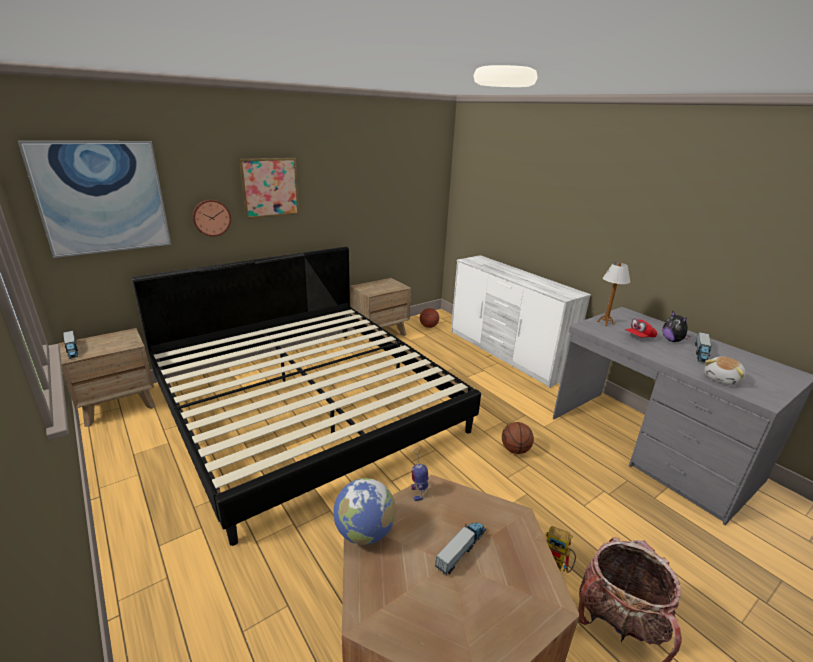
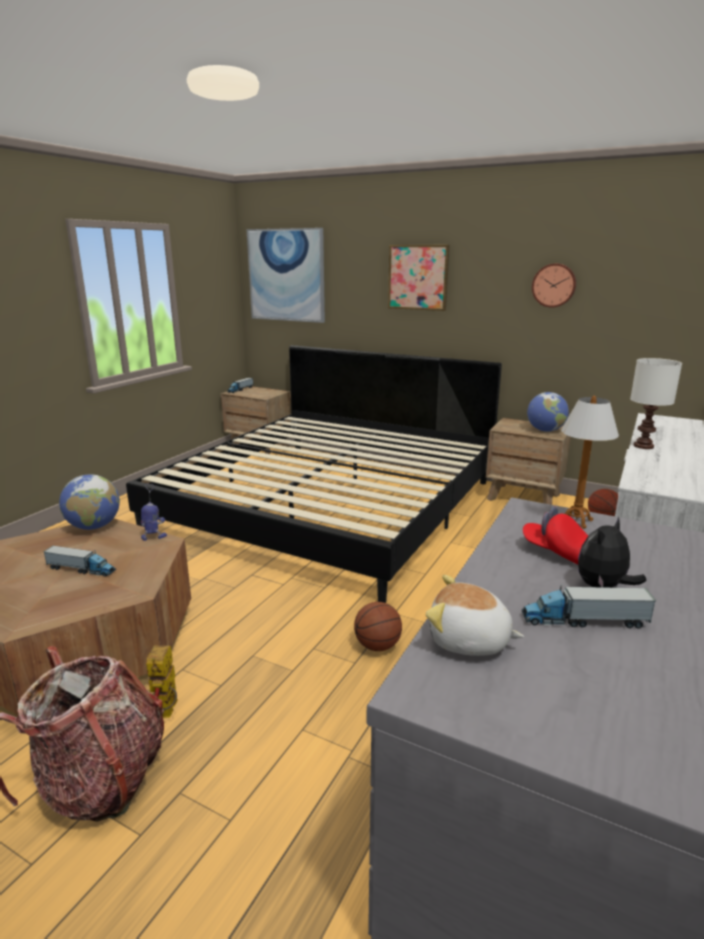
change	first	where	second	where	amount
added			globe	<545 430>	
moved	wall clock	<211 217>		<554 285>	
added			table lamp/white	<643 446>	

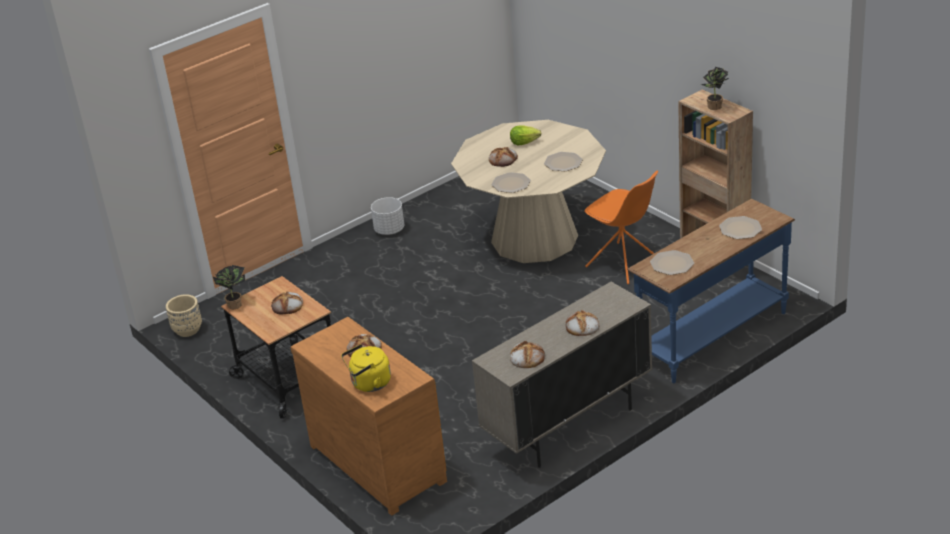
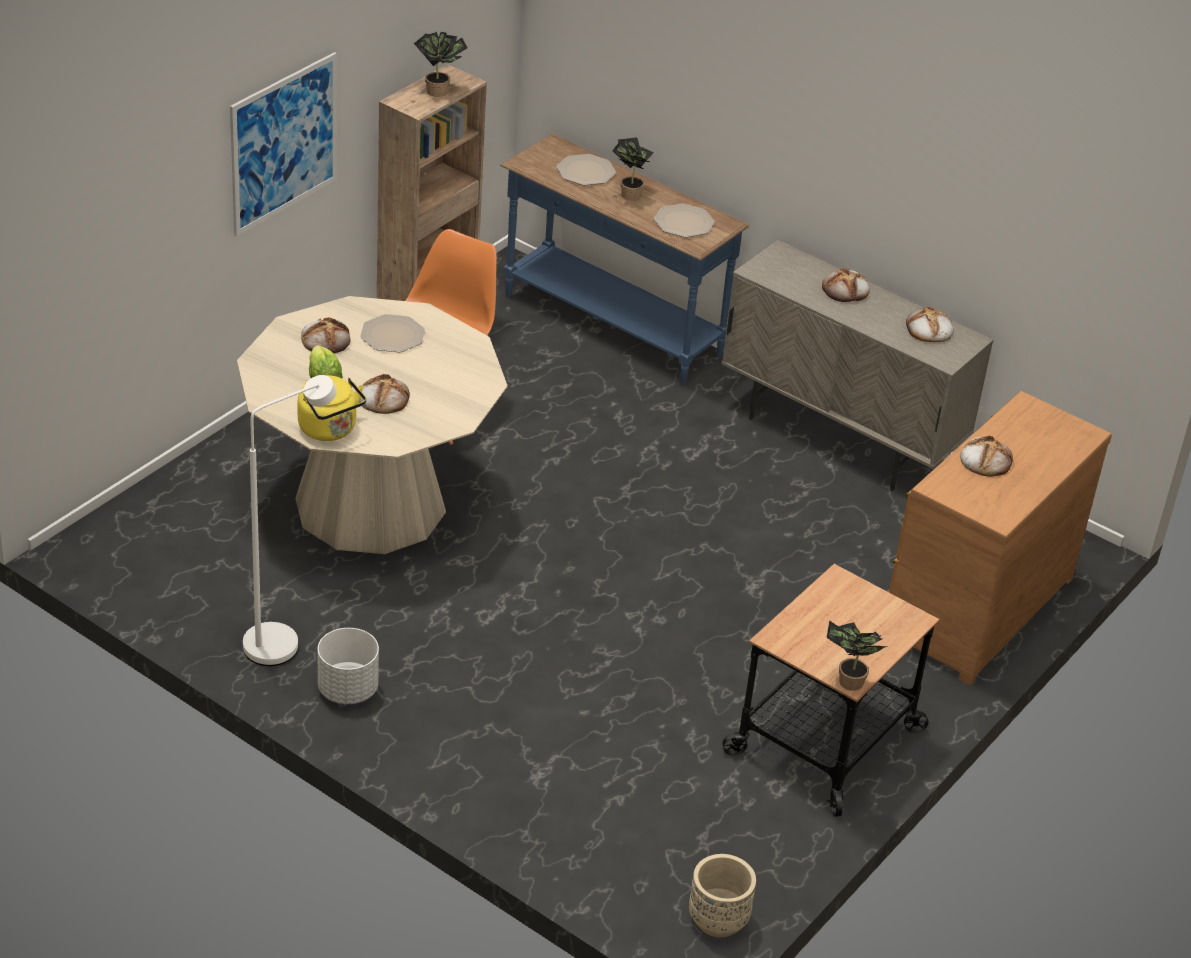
change	first	where	second	where	amount
added			picture	<284 143>	
added			floor lamp/white	<284 641>	
moved	kettle/yellow	<369 384>		<330 430>	
moved	bread	<288 306>		<326 340>	
added			potted plant	<629 194>	
removed	plate	<510 183>			

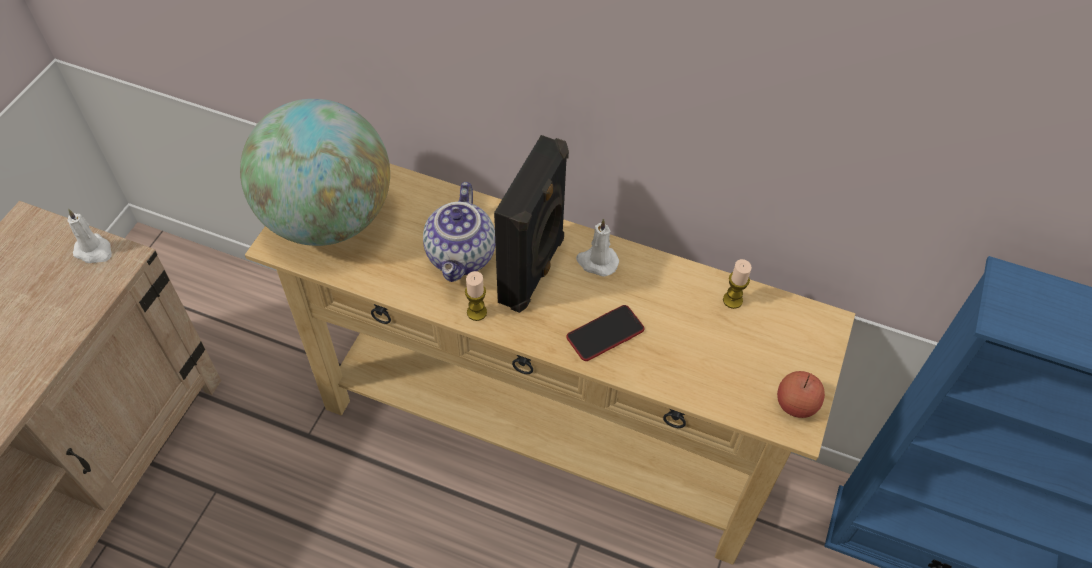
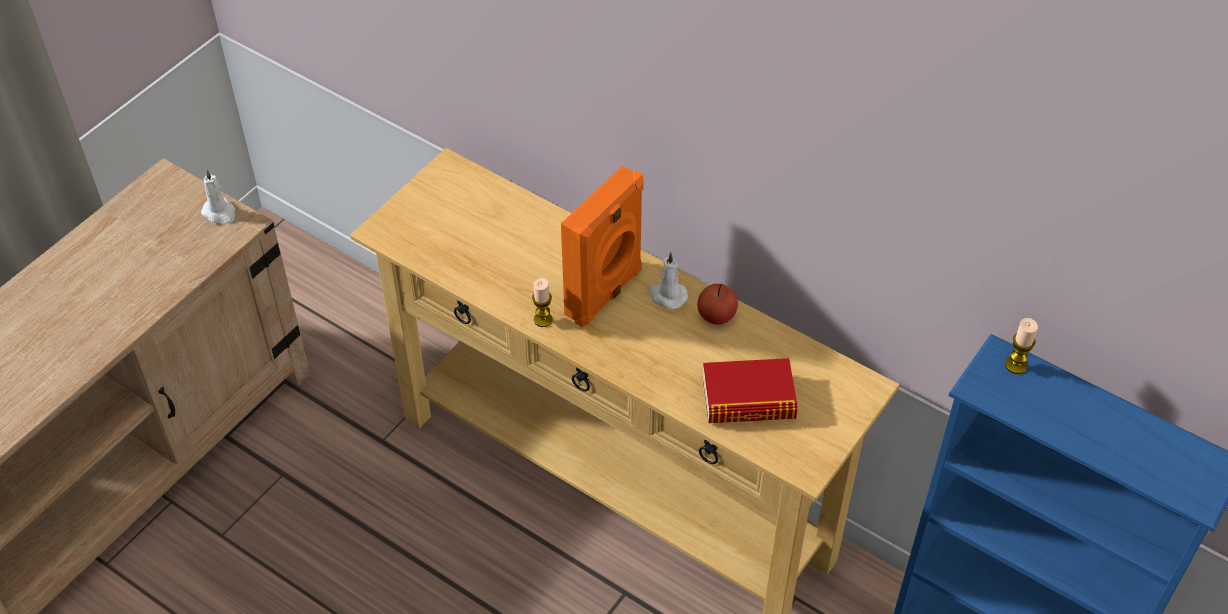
change	first	where	second	where	amount
recoloured	speaker/black	<533 271>	speaker/orange	<606 293>	
moved	apple	<796 404>		<716 315>	
added			book	<748 398>	
moved	candle	<732 300>		<1016 365>	
removed	globe	<328 218>			
removed	teapot	<462 256>			
removed	phone	<605 333>			

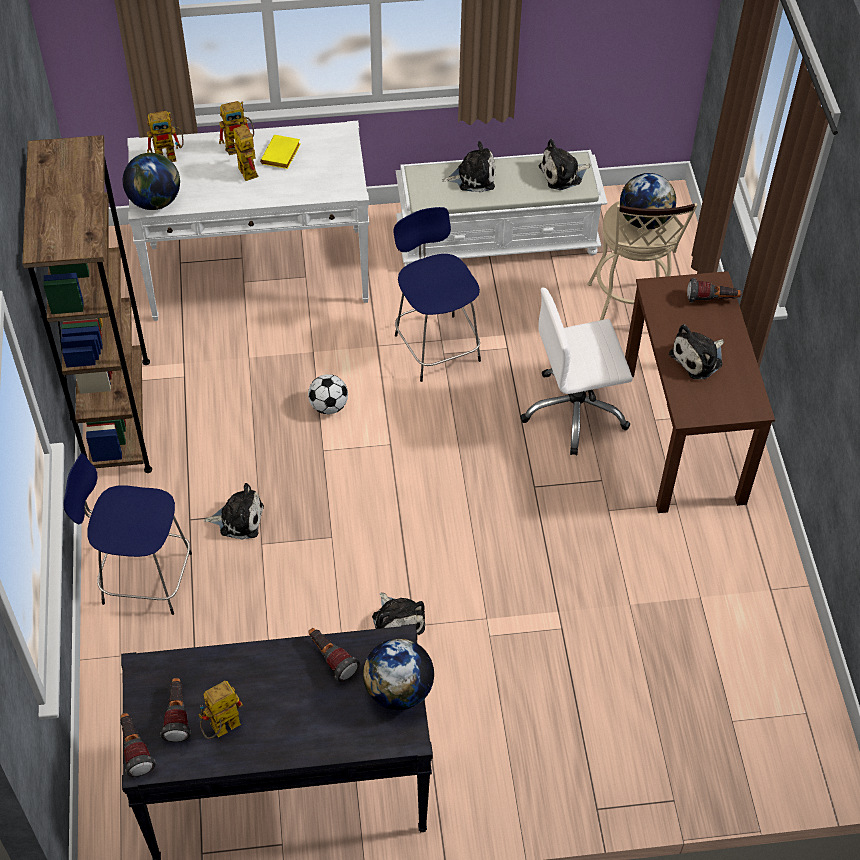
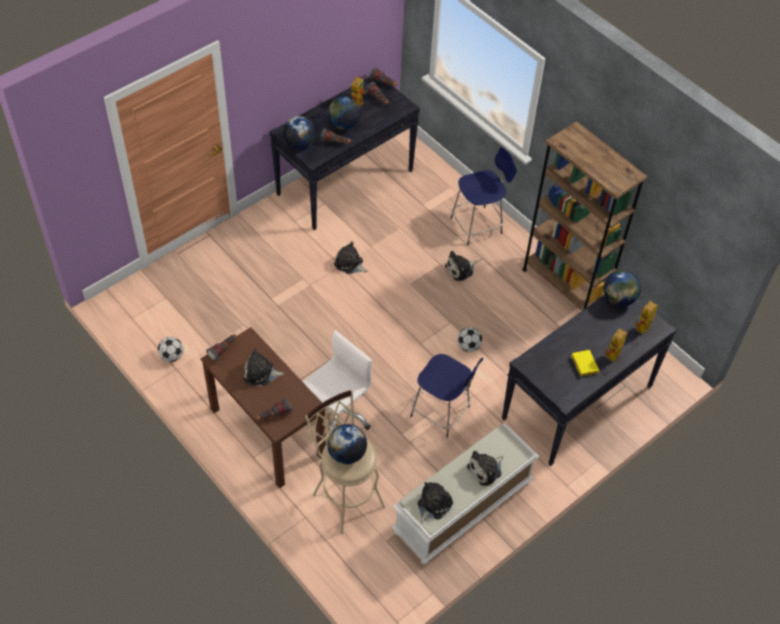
change	first	where	second	where	amount
added			football	<172 356>	
added			flashlight	<223 350>	
turned	plush toy	<698 358>		<261 373>	105 degrees counterclockwise
added			globe	<344 125>	
recoloured	console table/white	<259 273>	console table/black	<577 403>	
removed	toy robot	<244 170>			

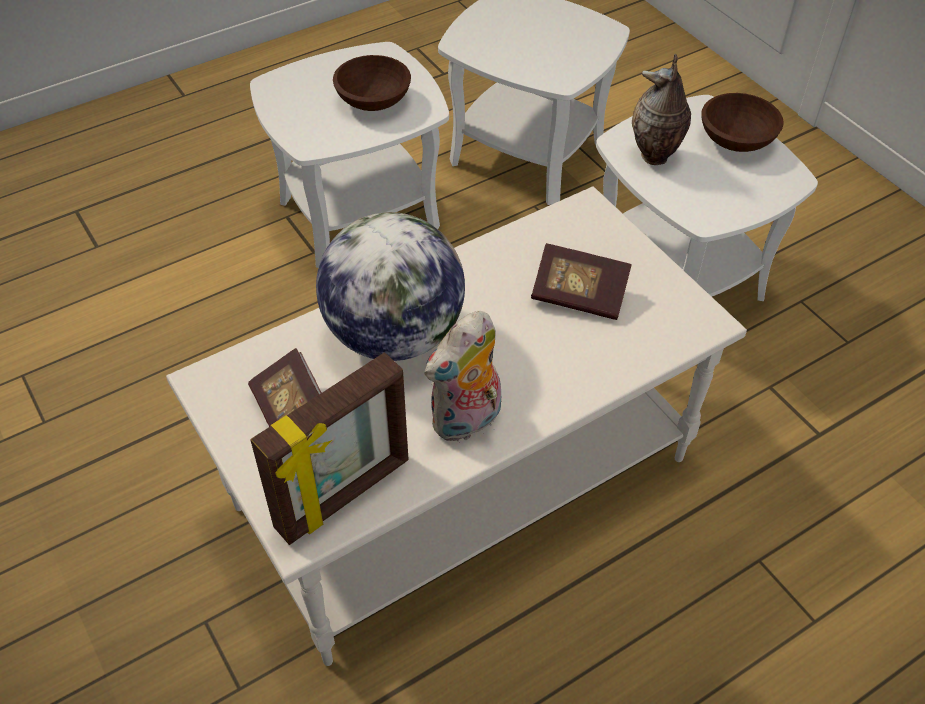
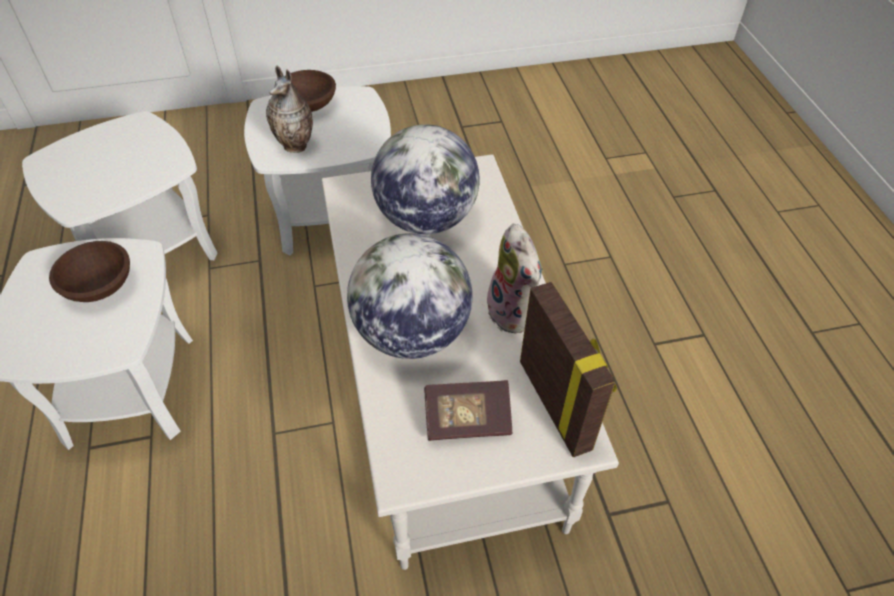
change	first	where	second	where	amount
replaced	book	<578 295>	globe	<425 219>	

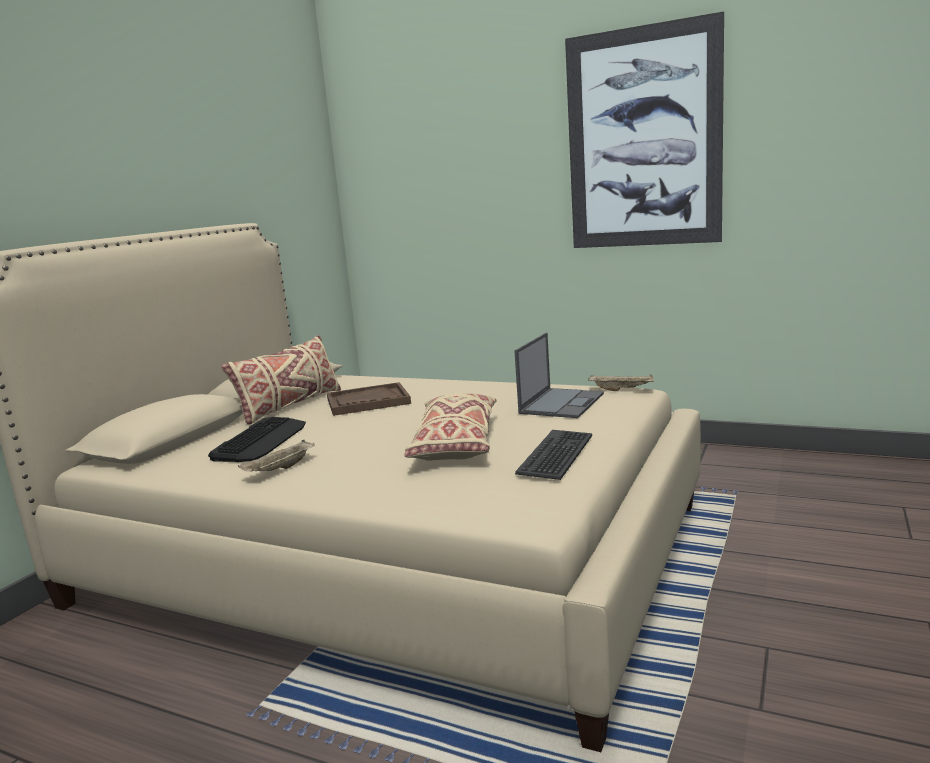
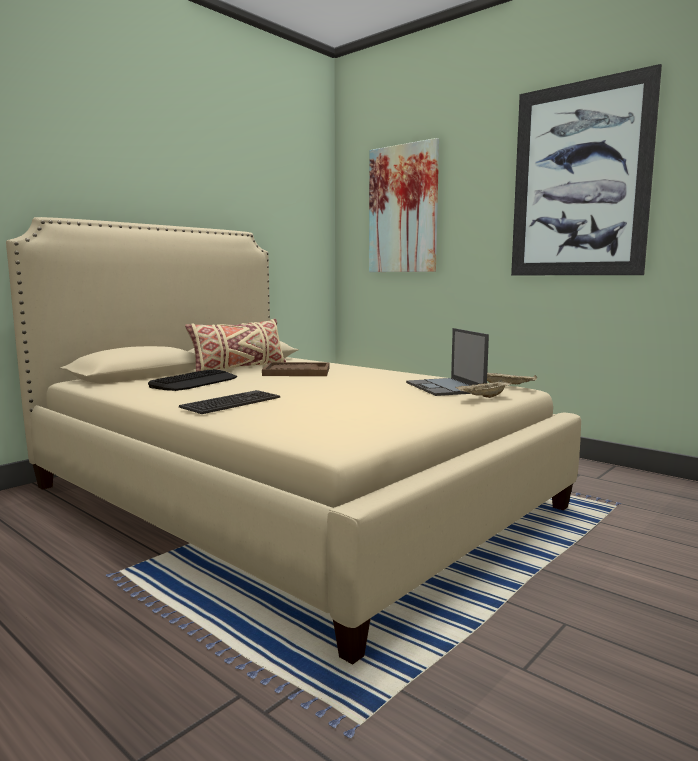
change	first	where	second	where	amount
moved	keyboard	<557 454>		<232 403>	
added			picture	<403 209>	
turned	laptop	<562 403>		<445 387>	120 degrees clockwise
moved	tray/beige	<280 470>		<484 398>	
removed	pillow/beige	<455 443>			

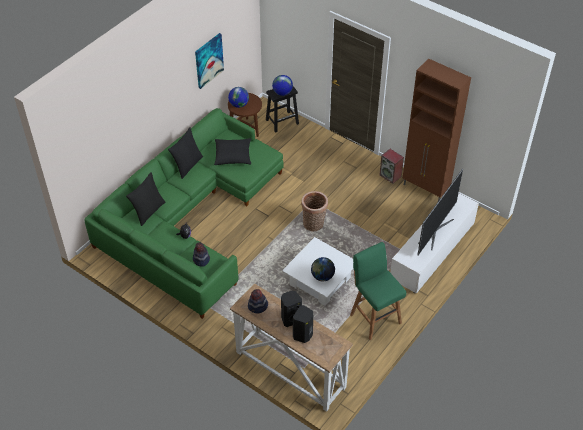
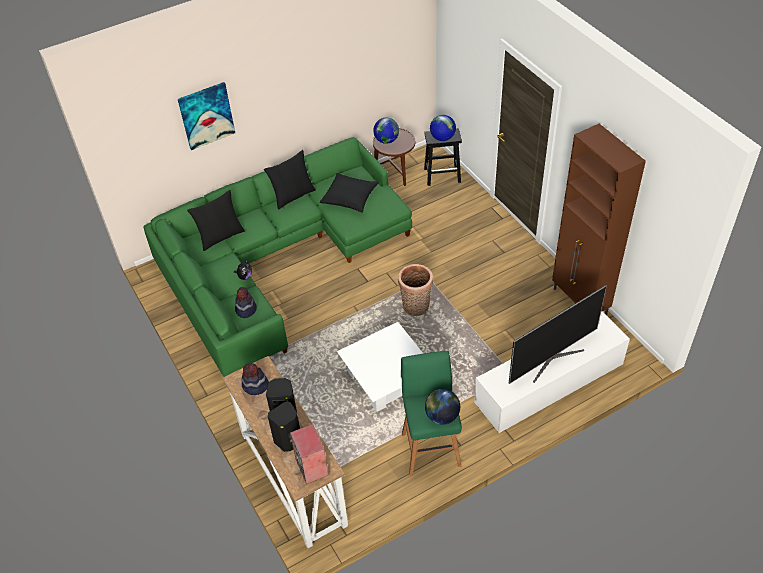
change	first	where	second	where	amount
moved	picture	<208 60>		<206 115>	
moved	speaker	<390 176>		<312 467>	
moved	globe	<322 276>		<442 416>	

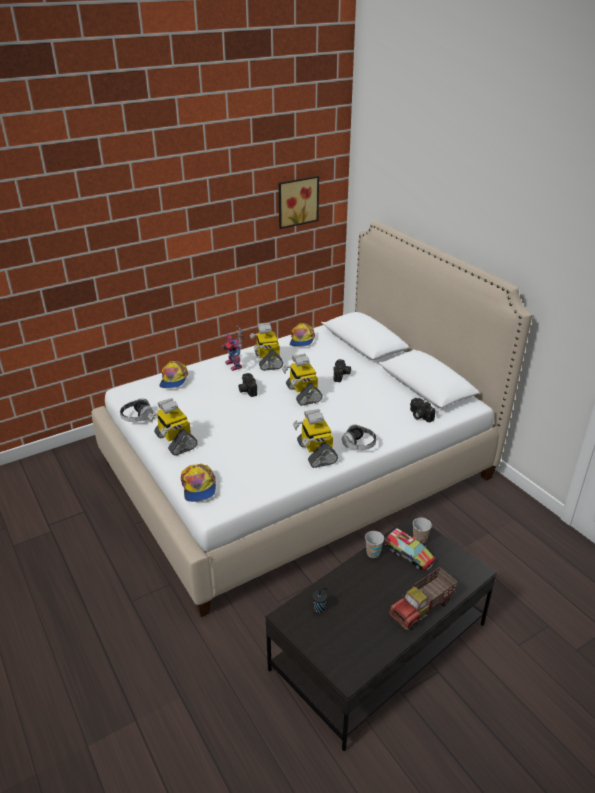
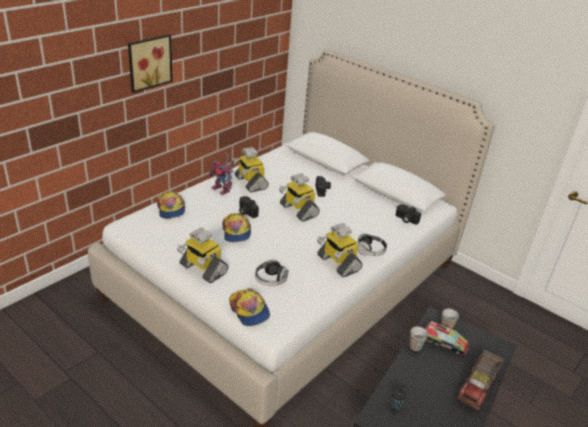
change	first	where	second	where	amount
moved	picture	<297 201>		<149 62>	
moved	cap	<302 340>		<236 232>	
moved	headphones	<137 417>		<270 280>	

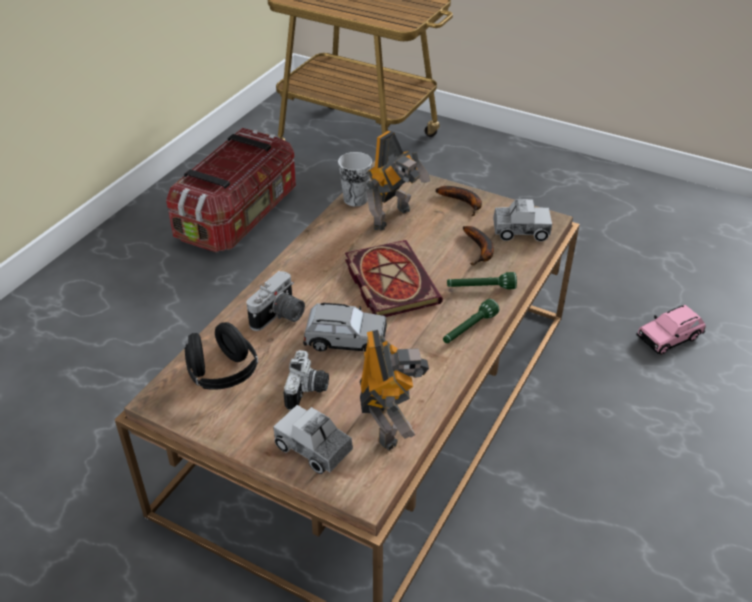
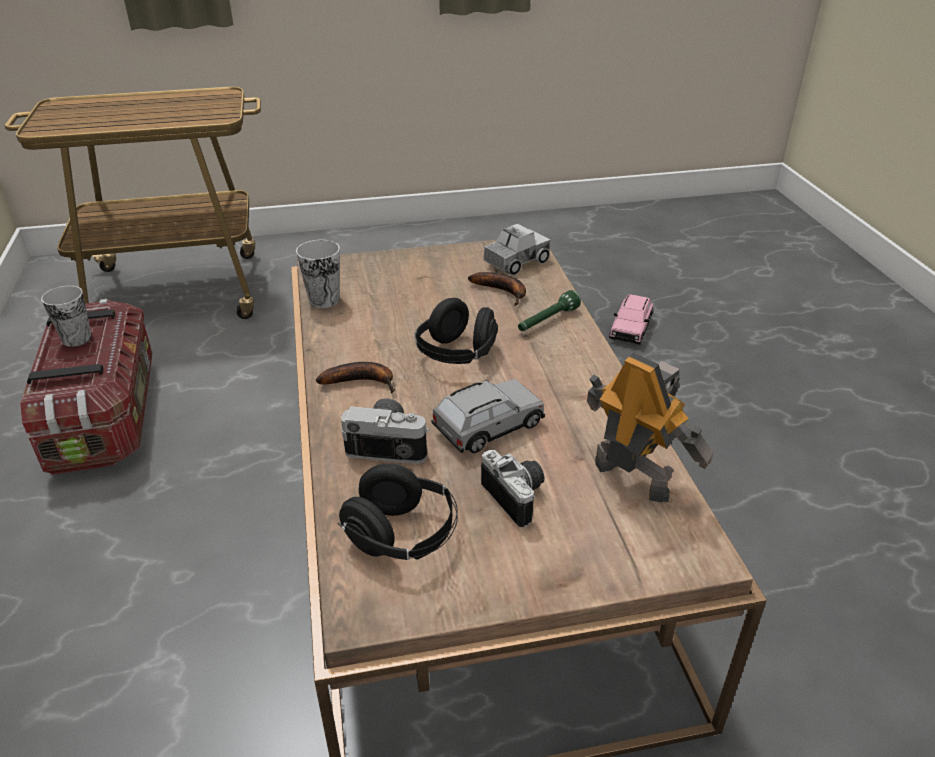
change	first	where	second	where	amount
added			cup	<77 339>	
moved	banana	<463 202>		<362 381>	
turned	photo camera	<279 317>		<389 443>	75 degrees counterclockwise
replaced	book	<388 281>	headphones/black	<457 355>	
removed	toy truck	<313 448>			
removed	toy robot	<394 218>			
removed	flashlight/green	<468 329>			

